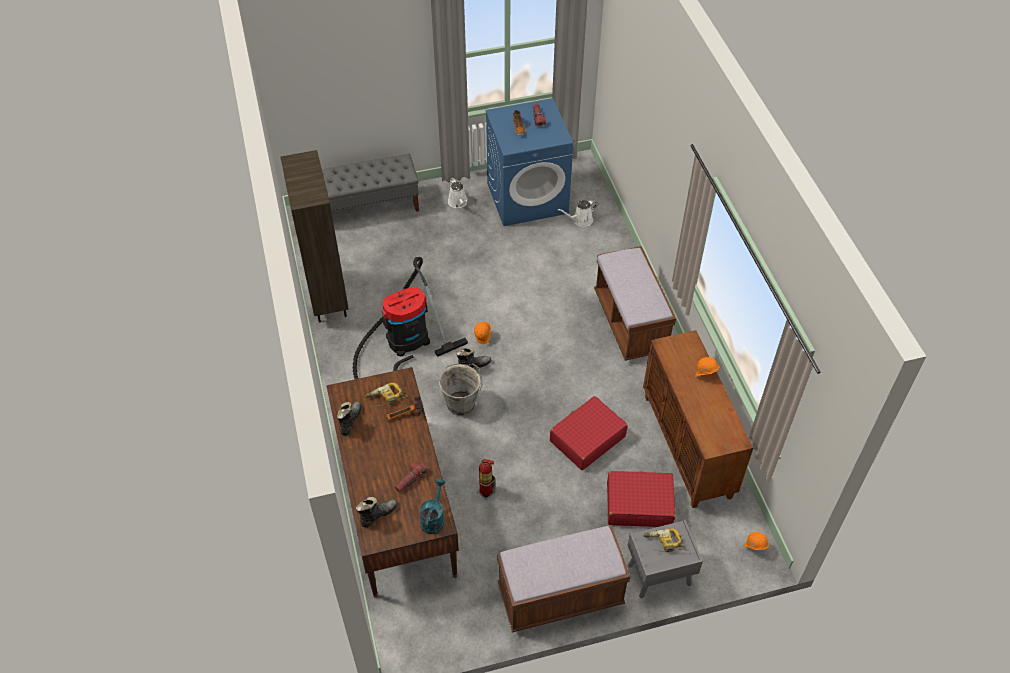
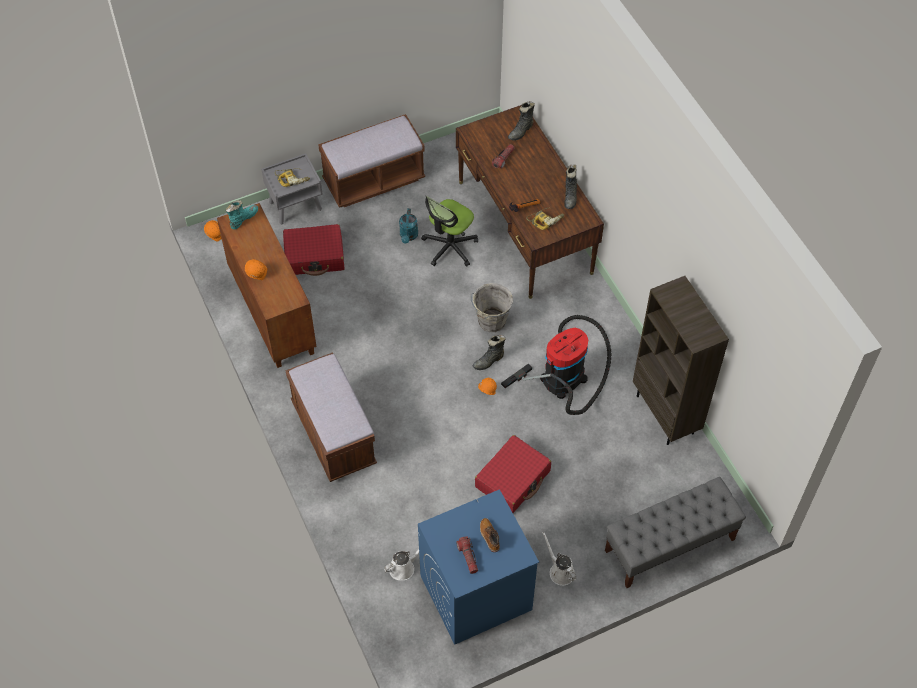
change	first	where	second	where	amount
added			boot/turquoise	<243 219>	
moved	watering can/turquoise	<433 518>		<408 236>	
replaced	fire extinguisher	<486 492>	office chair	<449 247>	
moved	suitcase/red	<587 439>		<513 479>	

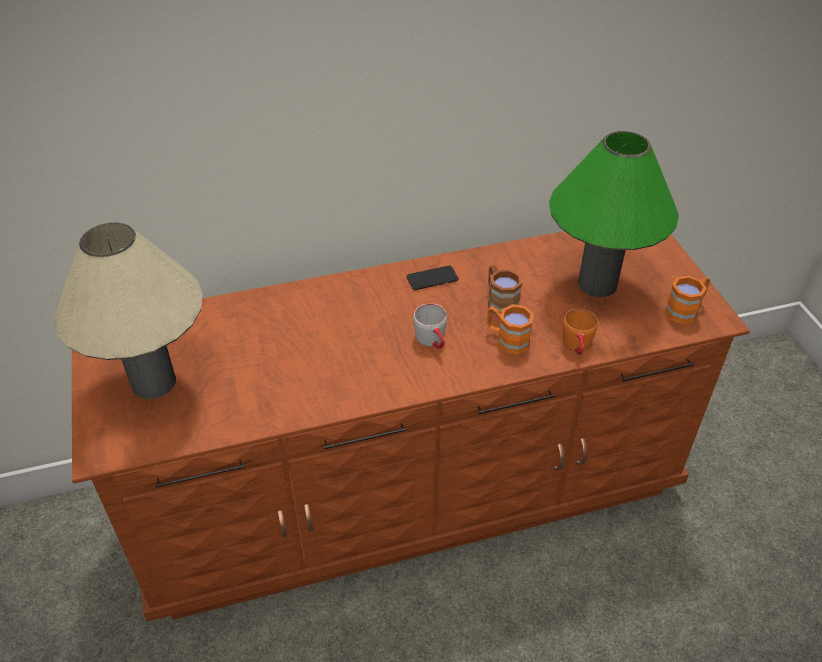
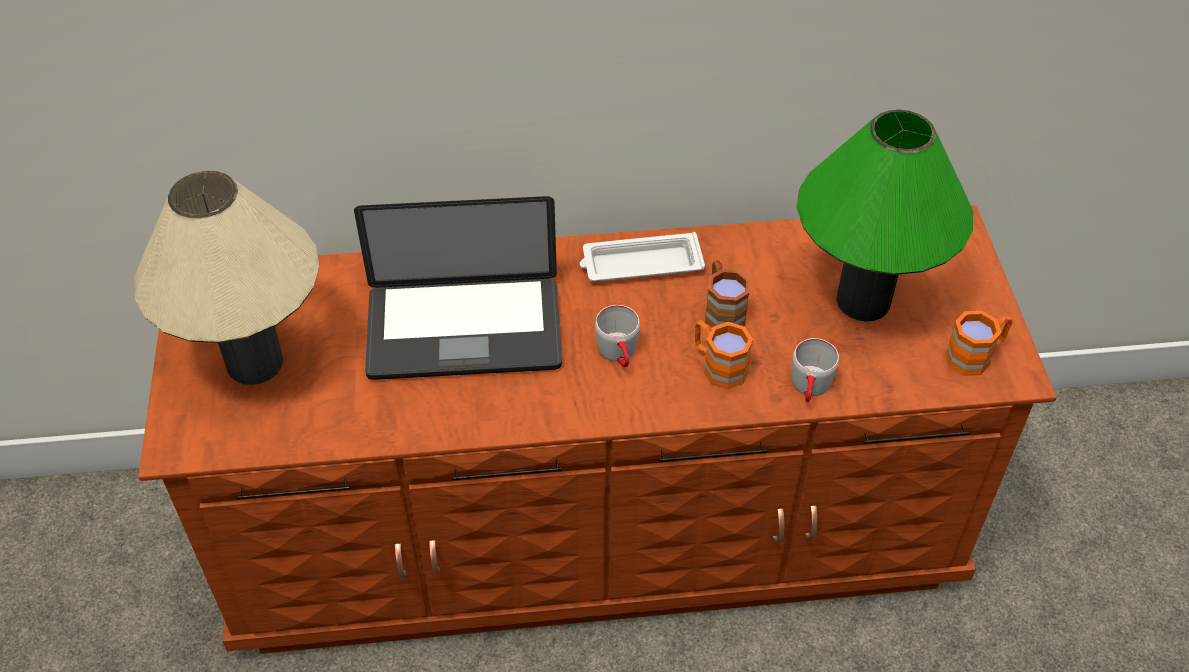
change	first	where	second	where	amount
added			laptop	<464 330>	
replaced	phone	<432 278>	tray/white	<640 264>	
recoloured	mug/orange	<577 347>	mug/grey	<810 389>	

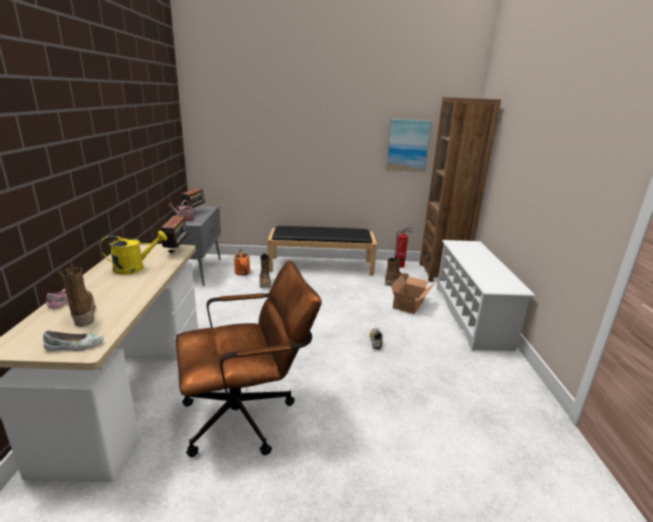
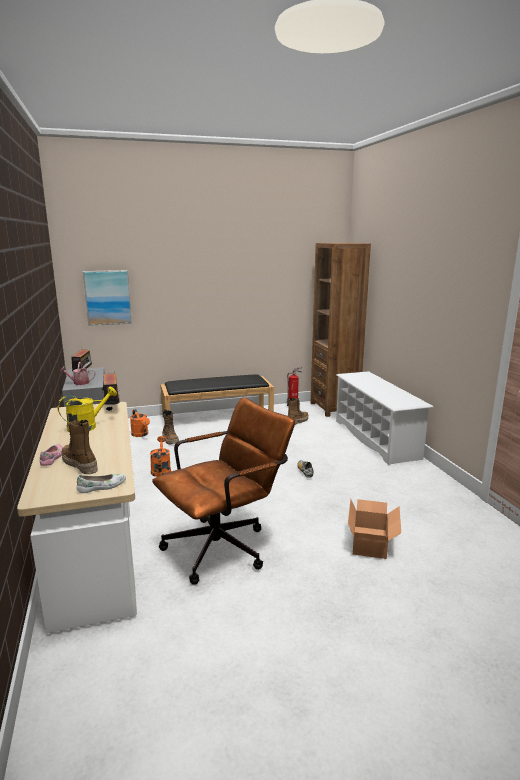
change	first	where	second	where	amount
moved	picture	<407 145>		<108 297>	
added			watering can/orange	<161 470>	
moved	cardboard box	<410 304>		<372 541>	

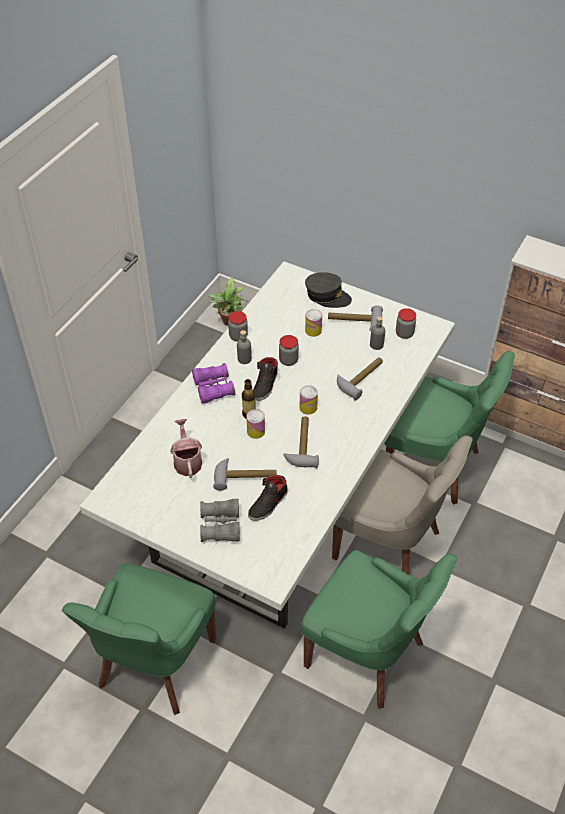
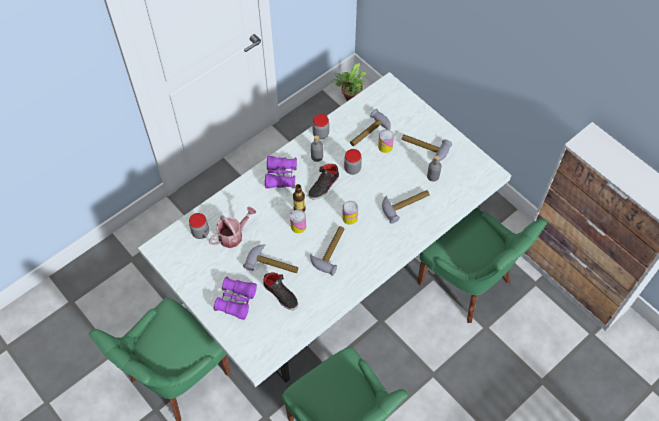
change	first	where	second	where	amount
moved	jar	<404 333>		<200 232>	
turned	watering can	<187 461>		<233 235>	45 degrees clockwise
recoloured	binoculars/grey	<220 526>	binoculars/purple	<236 301>	
turned	shoe/black	<268 504>		<281 294>	105 degrees counterclockwise
added			hammer	<370 133>	
removed	cap/grey	<327 296>			
removed	chair/grey	<389 544>			

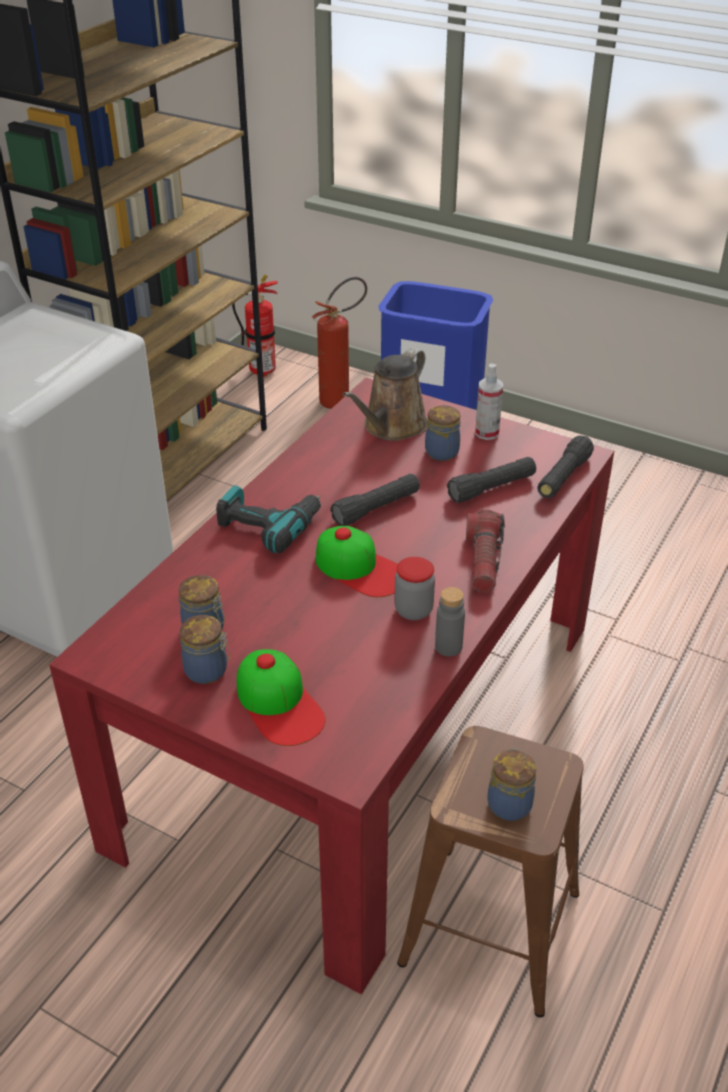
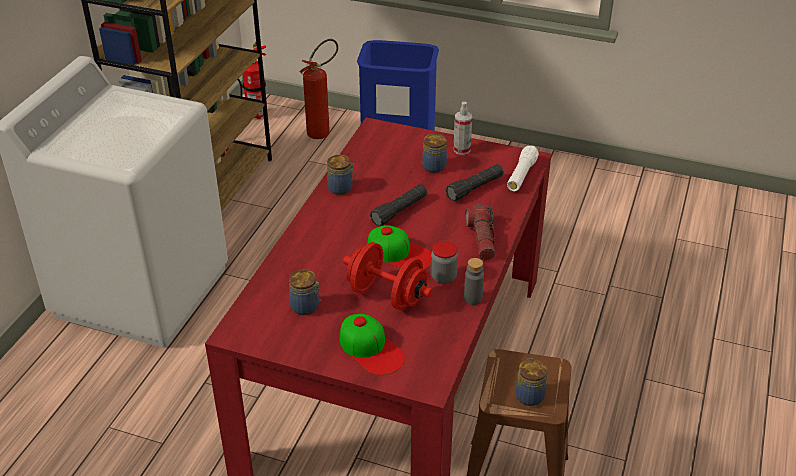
change	first	where	second	where	amount
moved	jar	<208 671>		<341 188>	
added			dumbbell/red	<387 295>	
recoloured	flashlight/black	<563 477>	flashlight/white	<521 175>	
removed	power drill	<269 524>			
removed	watering can/brown	<391 427>			

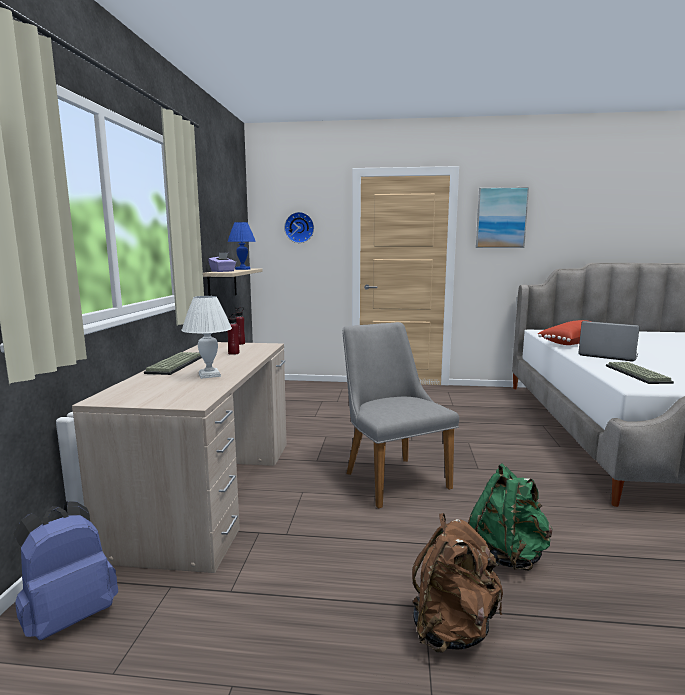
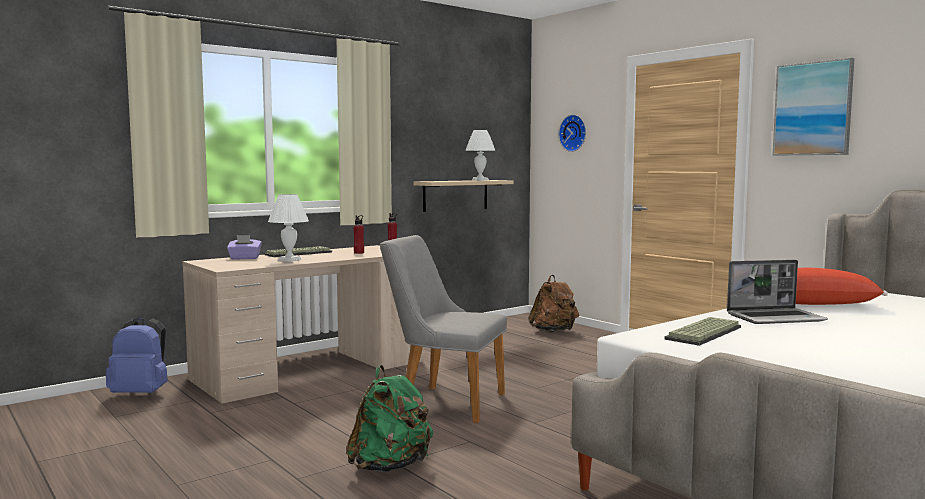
change	first	where	second	where	amount
moved	tissue box/purple	<223 271>		<244 258>	
turned	chair/grey	<390 476>		<443 401>	90 degrees counterclockwise
recoloured	table lamp/blue	<242 269>	table lamp/white	<480 180>	
moved	backpack/brown	<452 628>		<554 331>	
turned	laptop	<607 355>		<776 318>	90 degrees clockwise

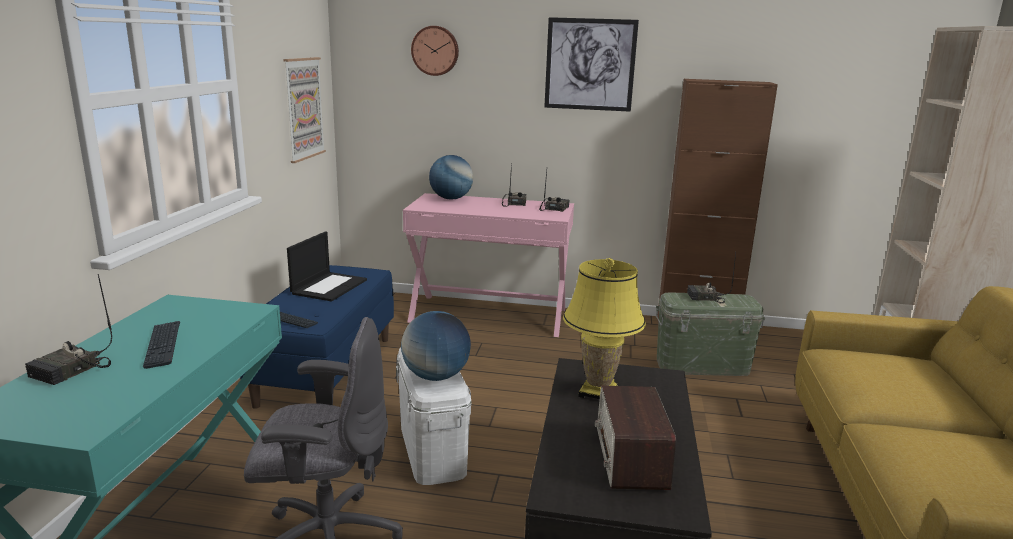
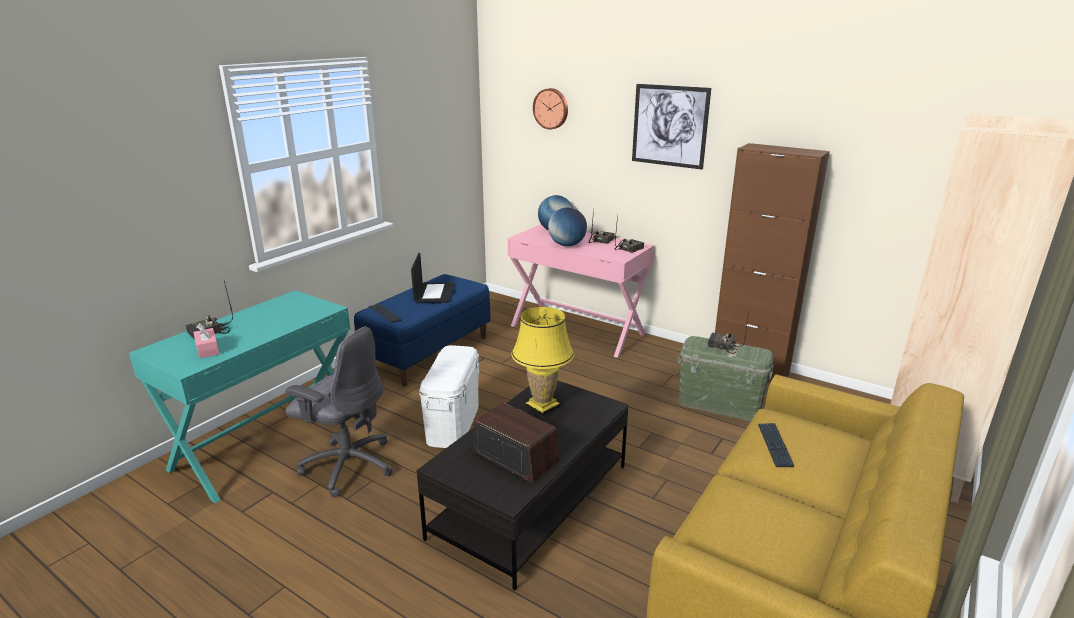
change	first	where	second	where	amount
added			tissue box/pink	<207 349>	
turned	laptop	<329 286>		<434 293>	45 degrees counterclockwise
turned	radio	<631 458>		<515 457>	105 degrees clockwise
moved	globe	<436 376>		<567 245>	
moved	keyboard	<163 345>		<774 445>	
removed	picture	<304 108>			

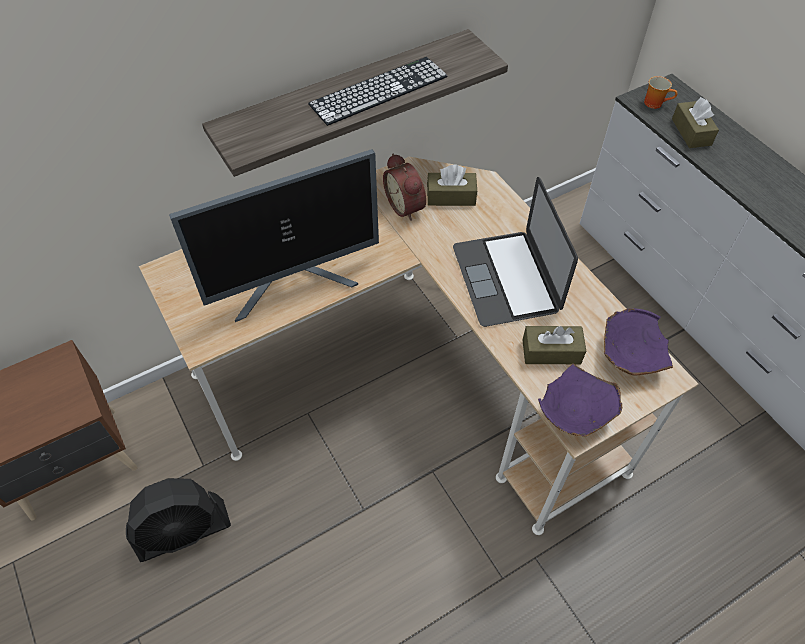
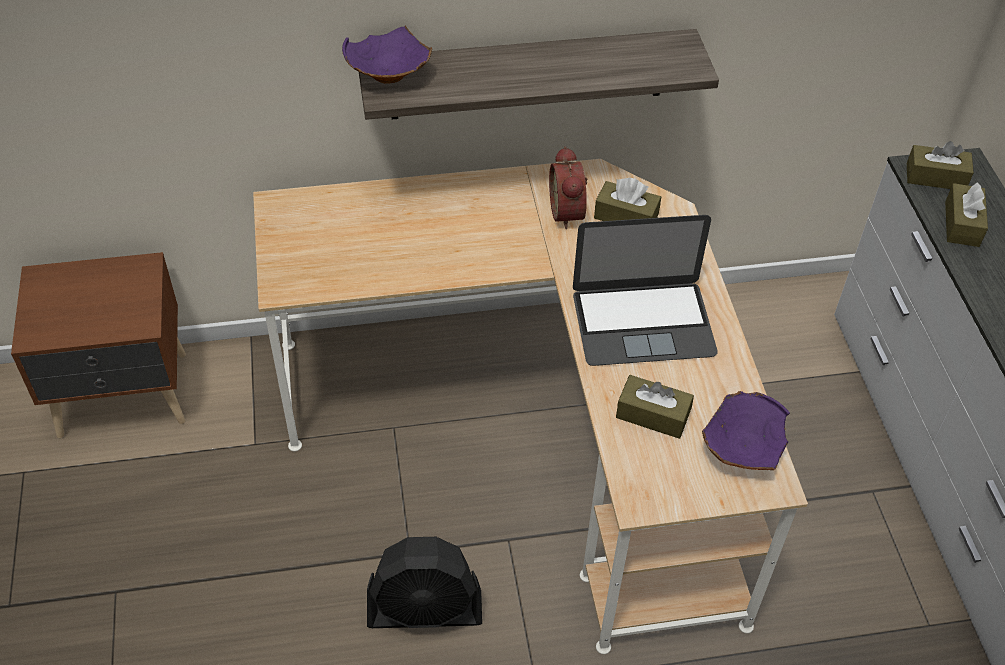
change	first	where	second	where	amount
moved	bowl/purple	<575 414>		<388 76>	
moved	fan/black	<184 531>		<425 610>	
turned	laptop	<506 278>		<643 323>	105 degrees counterclockwise
replaced	mug	<655 102>	tissue box/brown	<935 177>	
removed	monitor	<294 282>			
removed	keyboard	<379 90>			

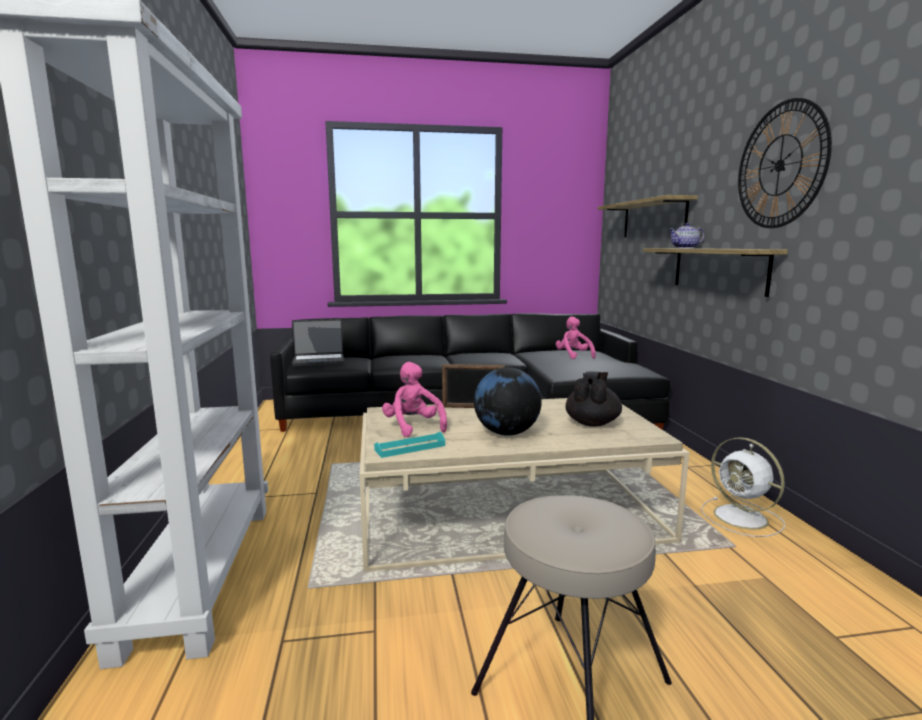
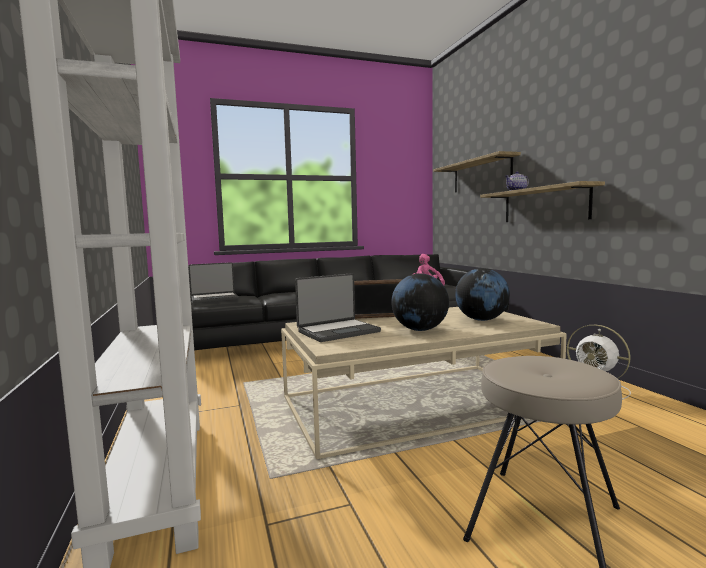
change	first	where	second	where	amount
replaced	plush toy/pink	<413 427>	laptop	<338 331>	
replaced	teapot/black	<592 423>	globe	<481 320>	
removed	tray/turquoise	<410 448>			
removed	wall clock	<780 165>			

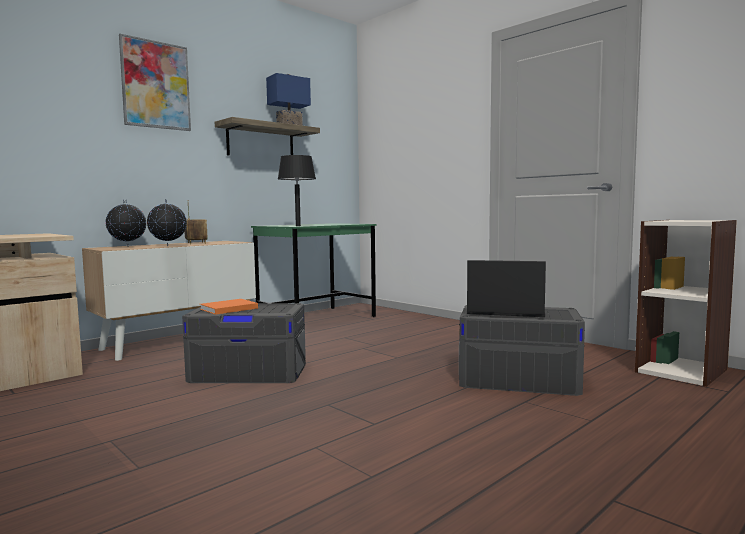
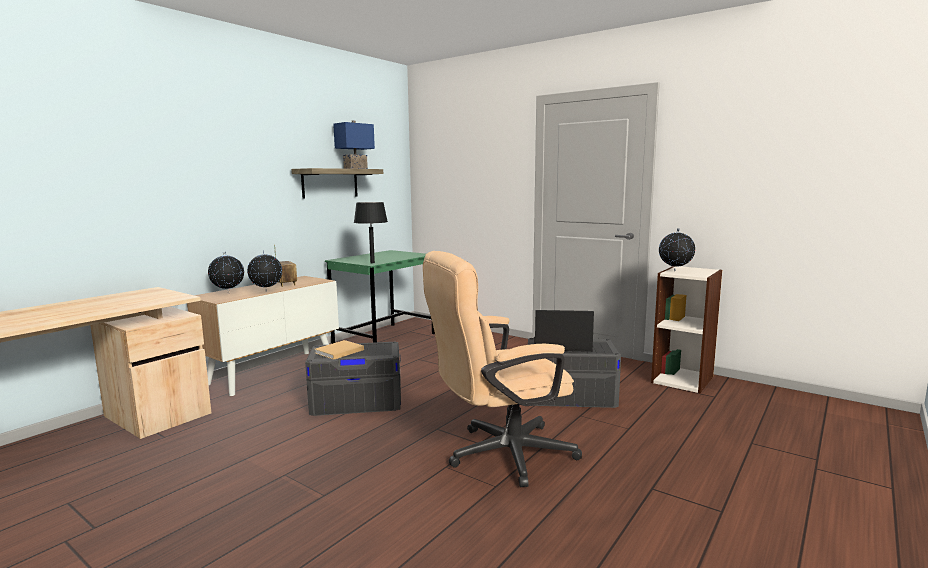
change	first	where	second	where	amount
recoloured	book/orange	<227 309>	book/beige	<338 352>	
added			office chair/beige	<499 455>	
added			globe	<675 271>	
removed	picture	<155 85>			

